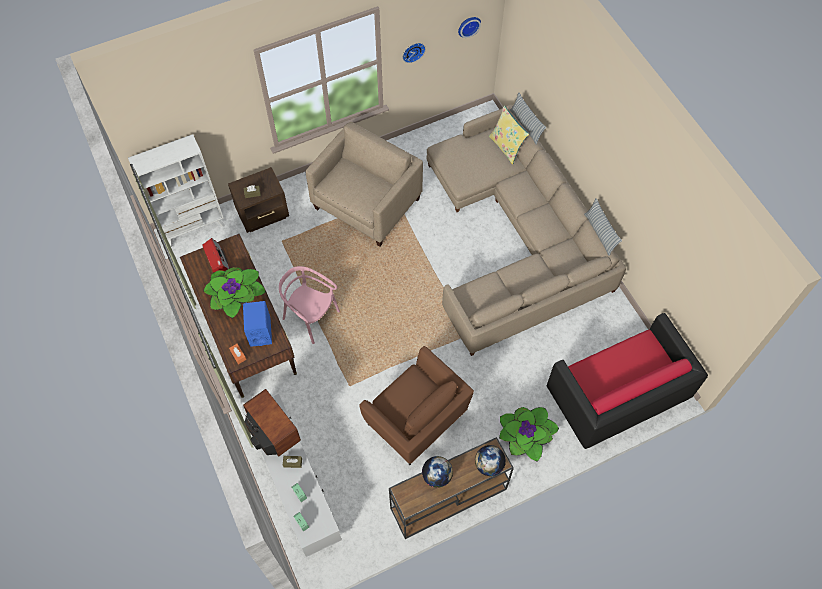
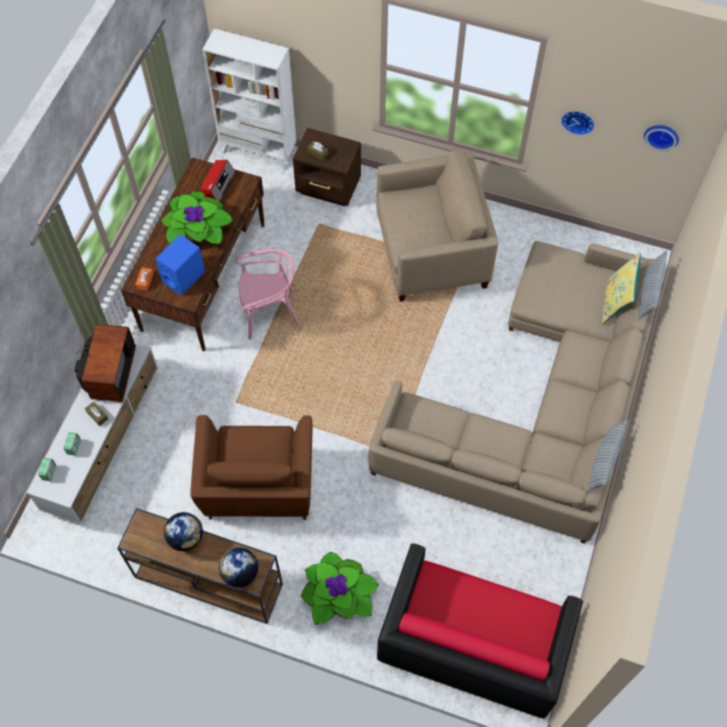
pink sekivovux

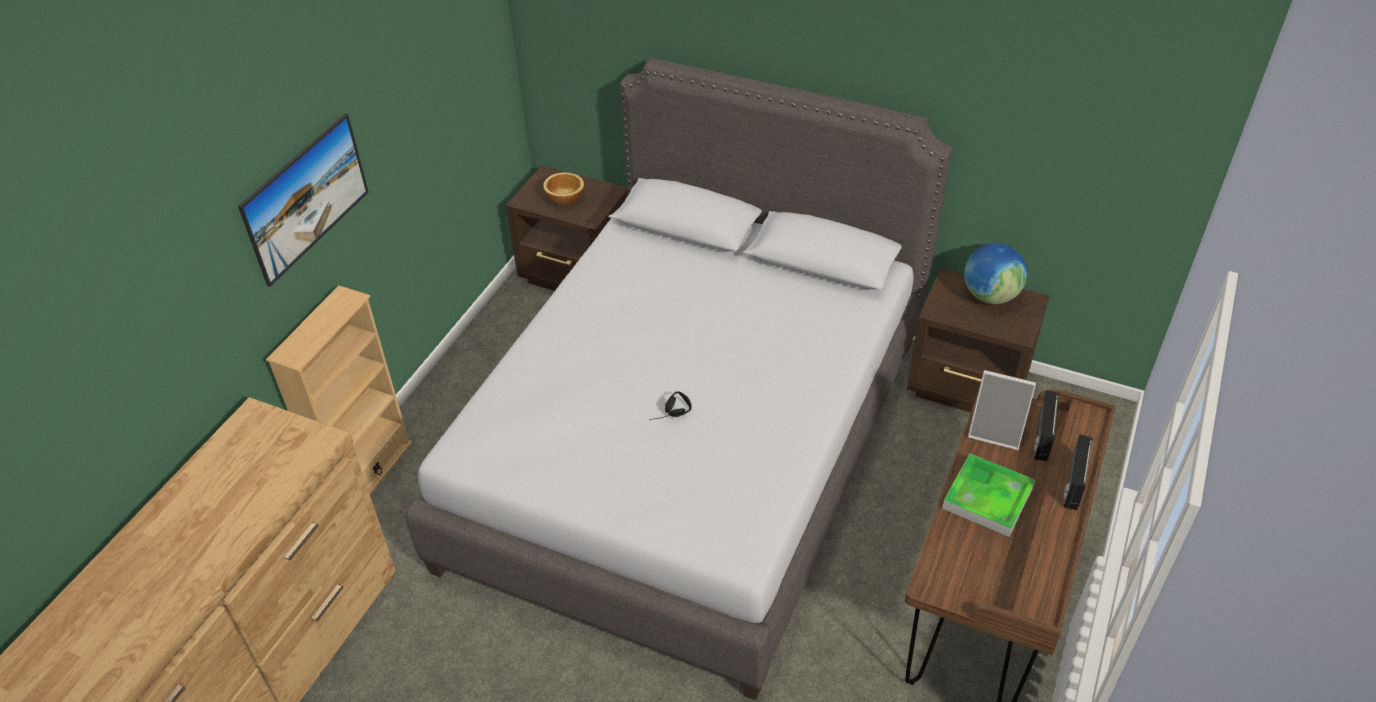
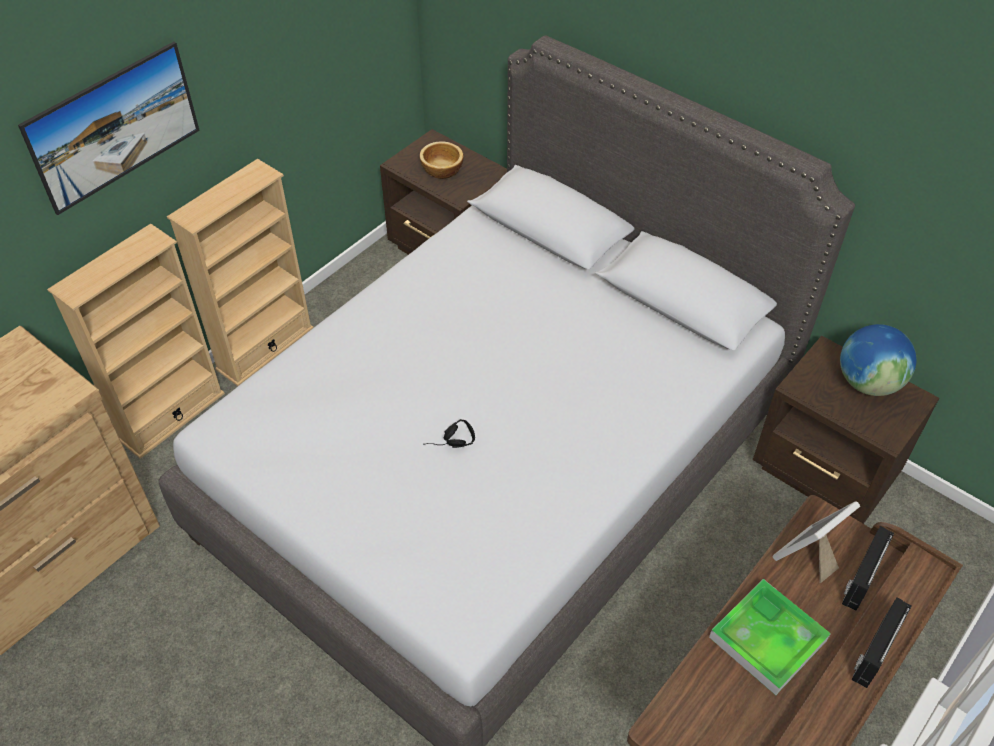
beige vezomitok (2nd from left); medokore

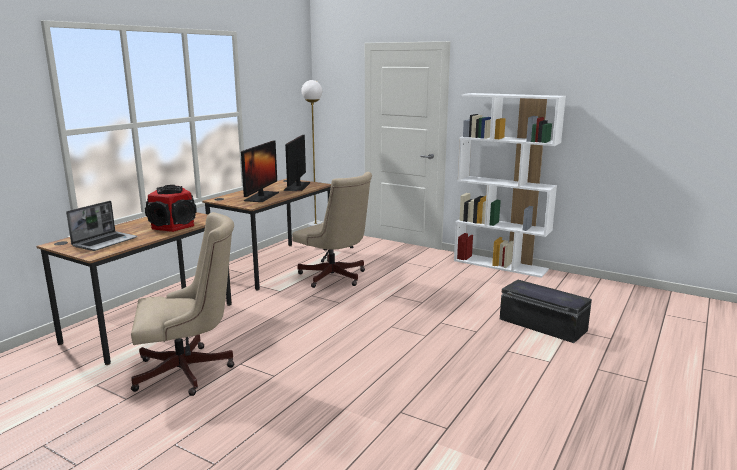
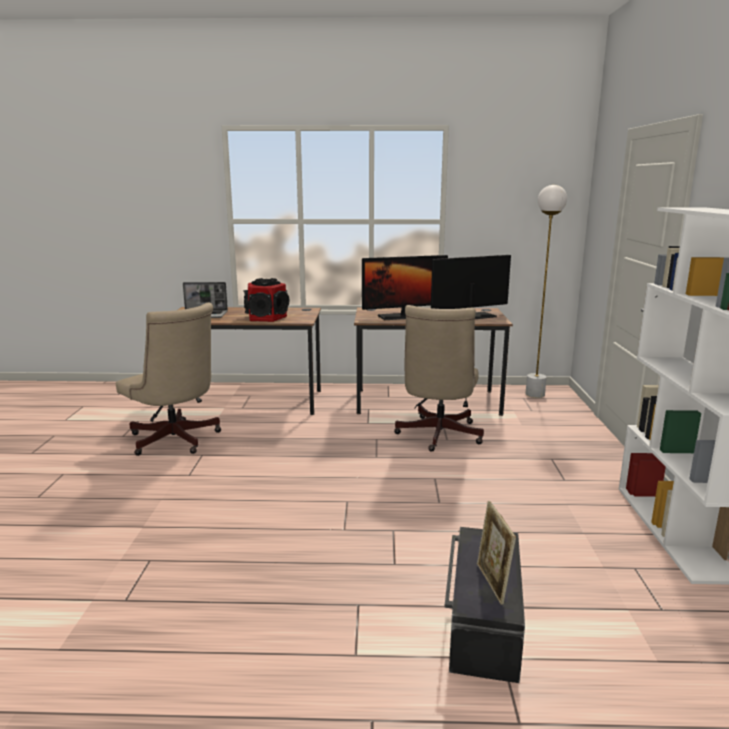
medokore

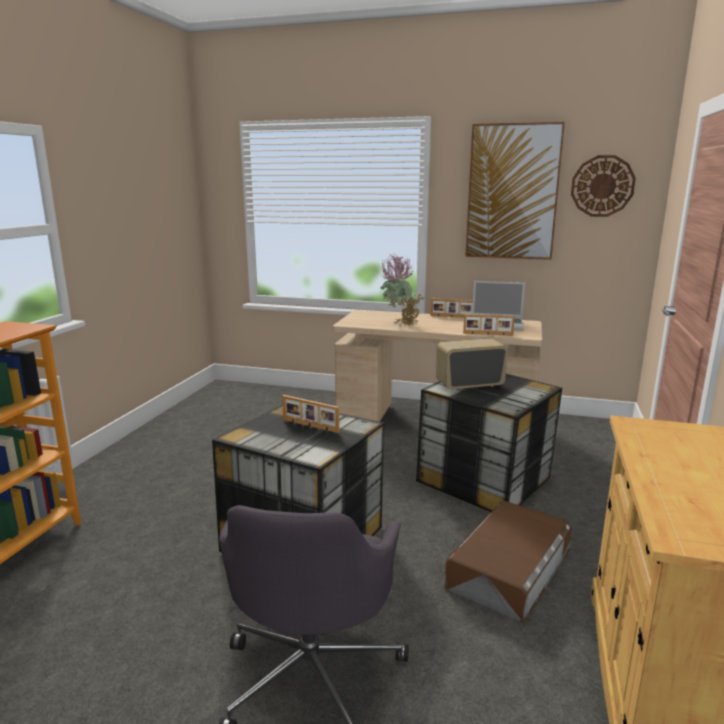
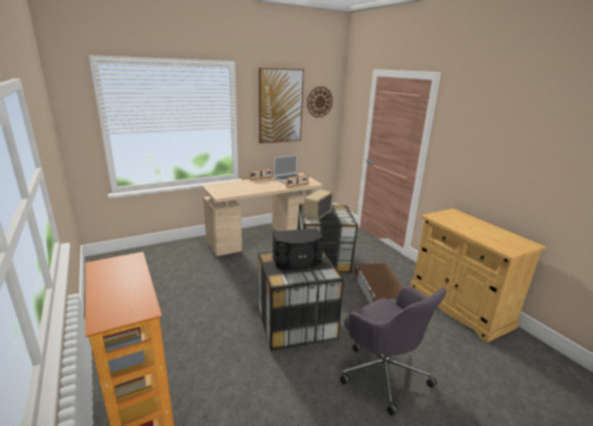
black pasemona; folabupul

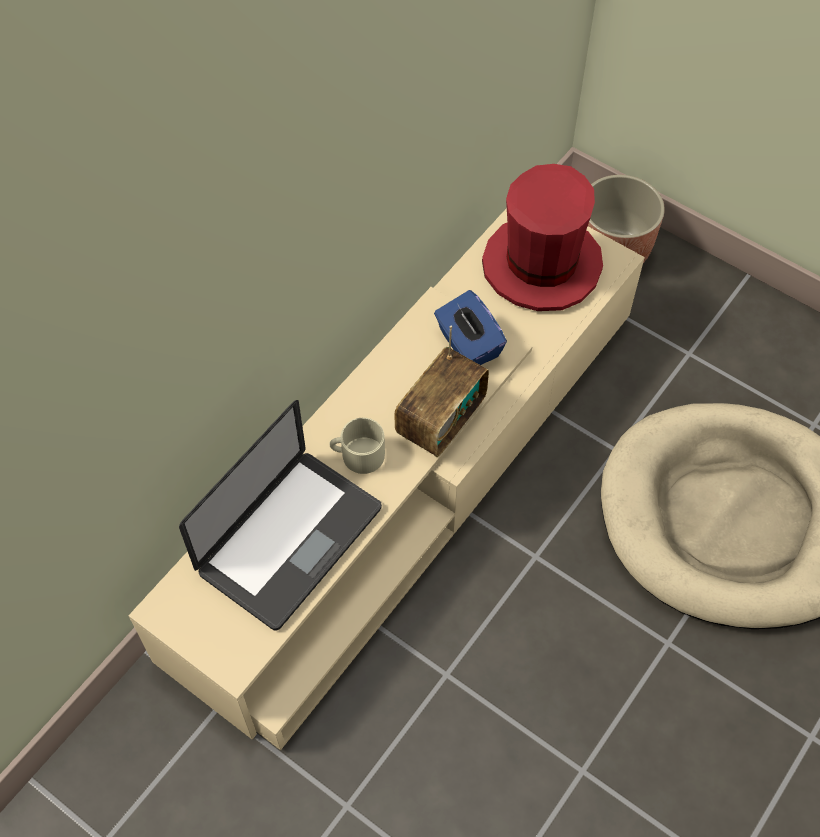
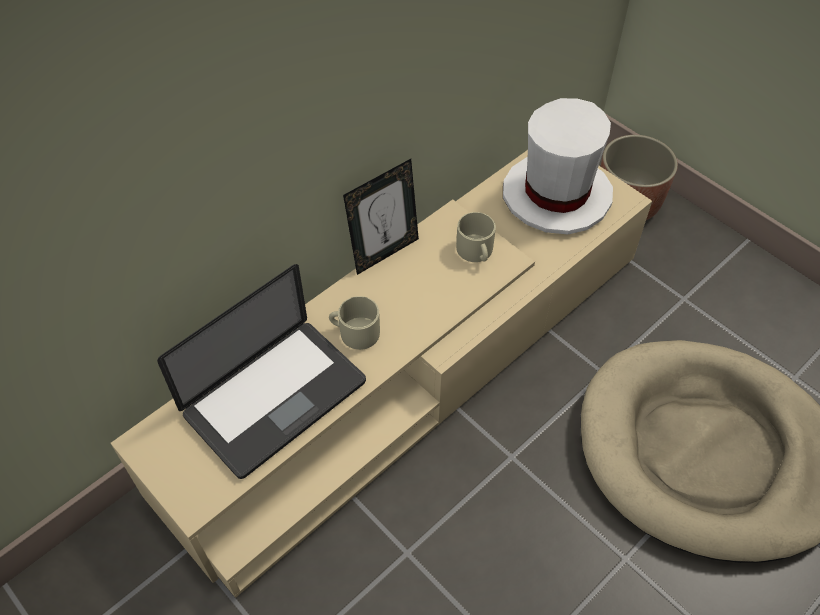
medokore; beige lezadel (2nd from left); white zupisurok; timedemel

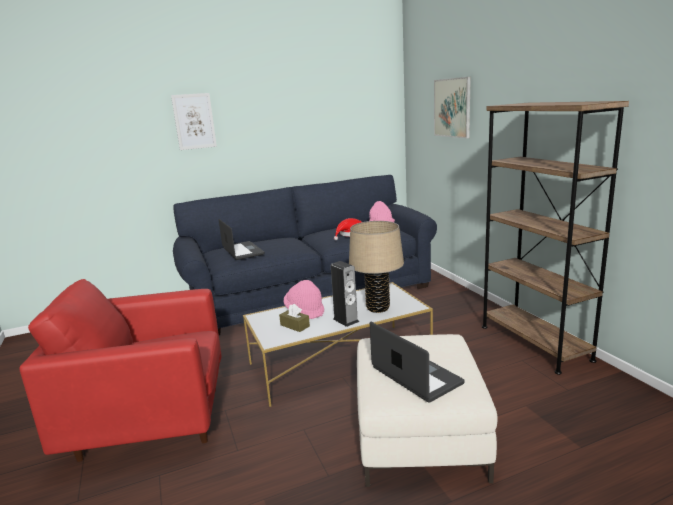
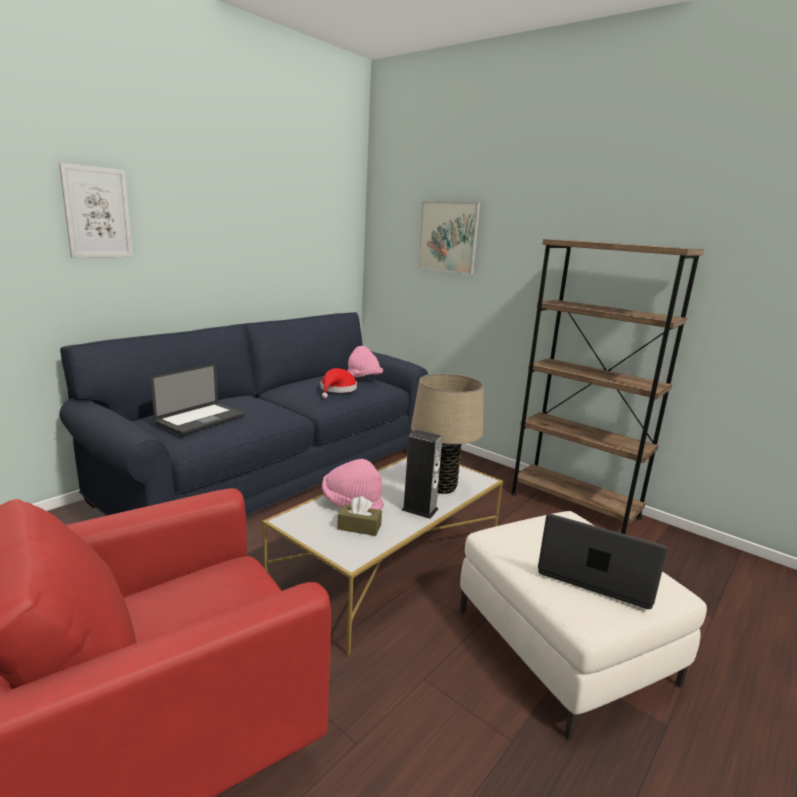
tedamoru (1st from left)

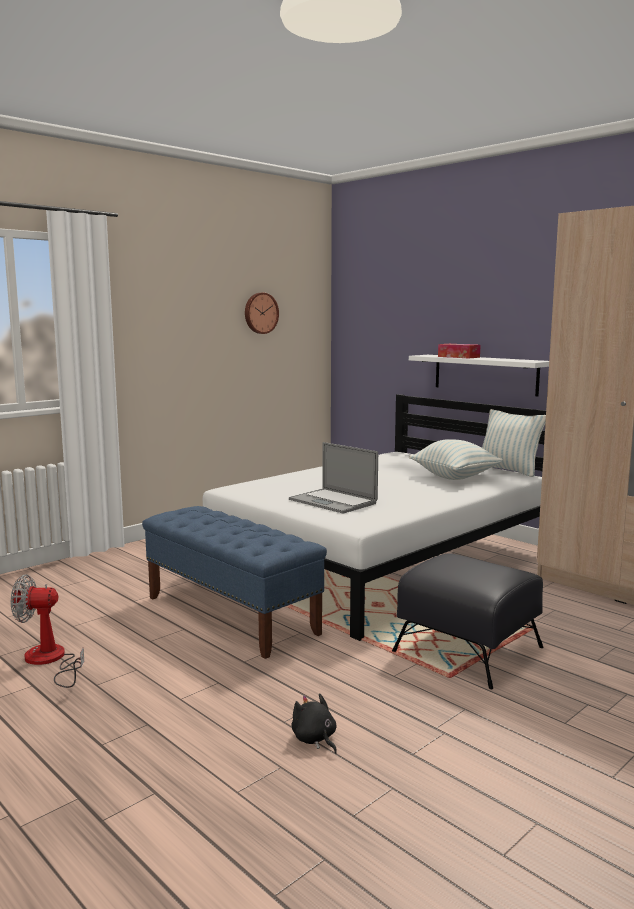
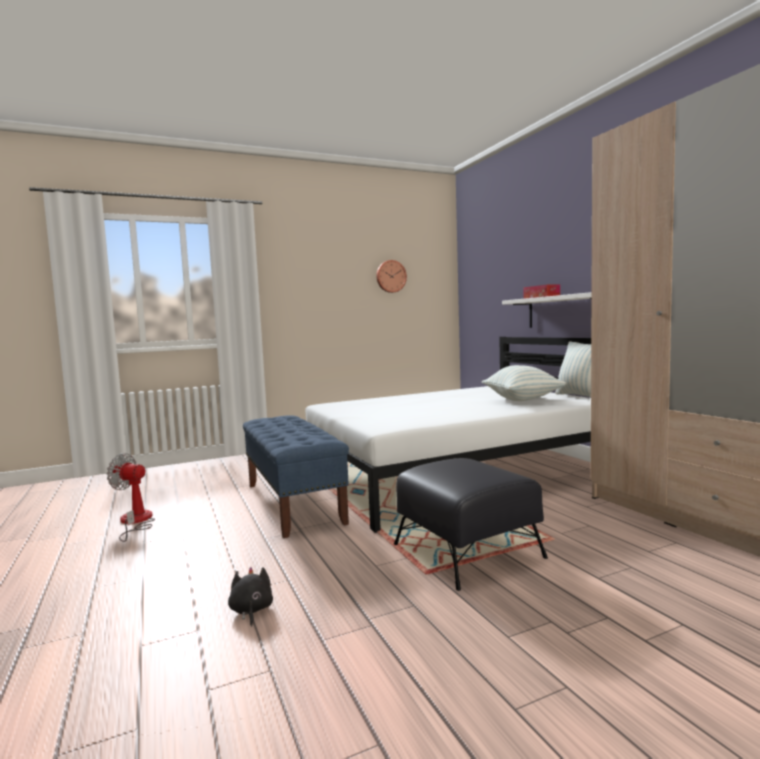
tedamoru

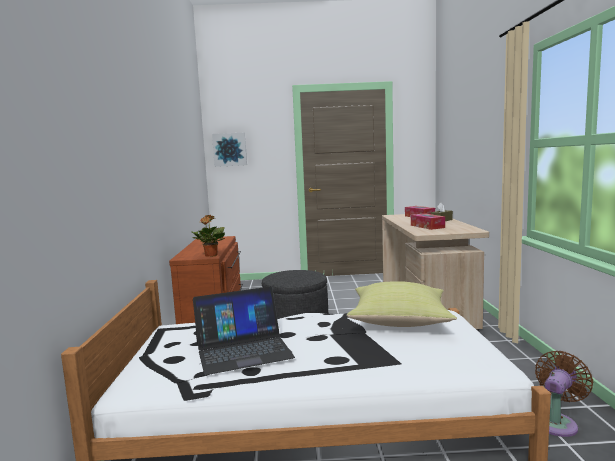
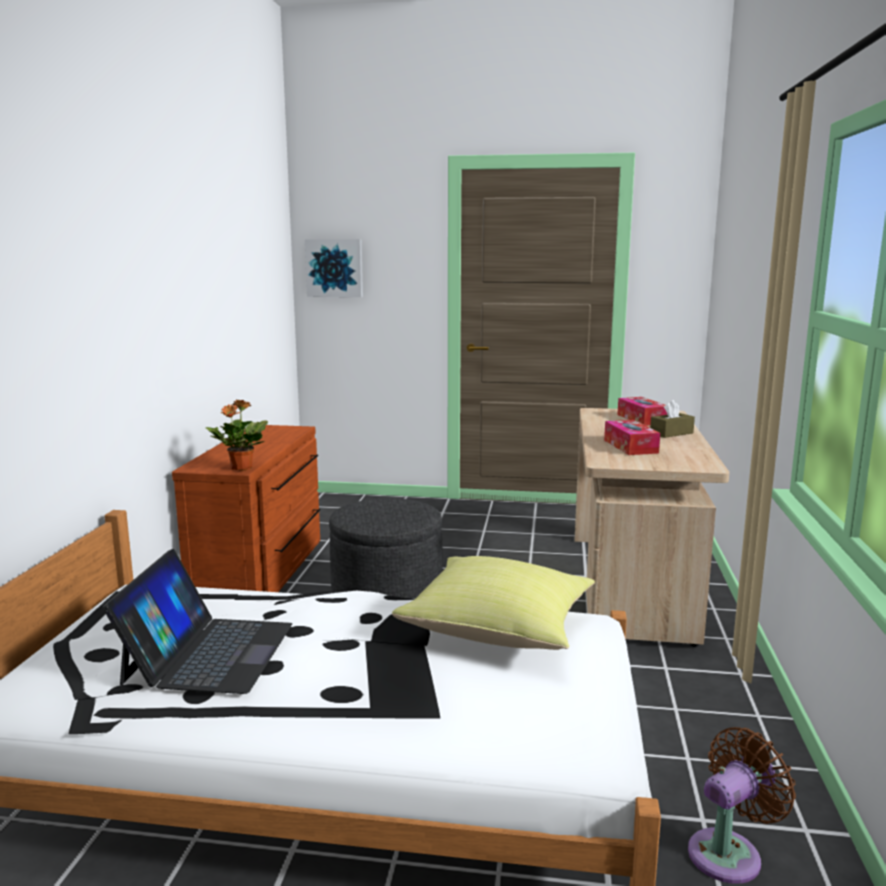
tedamoru

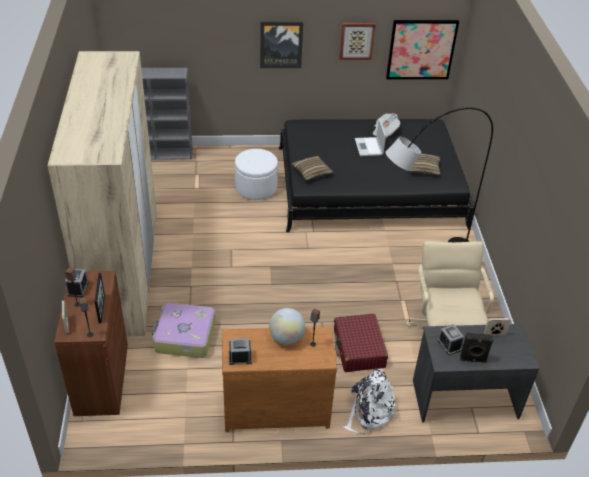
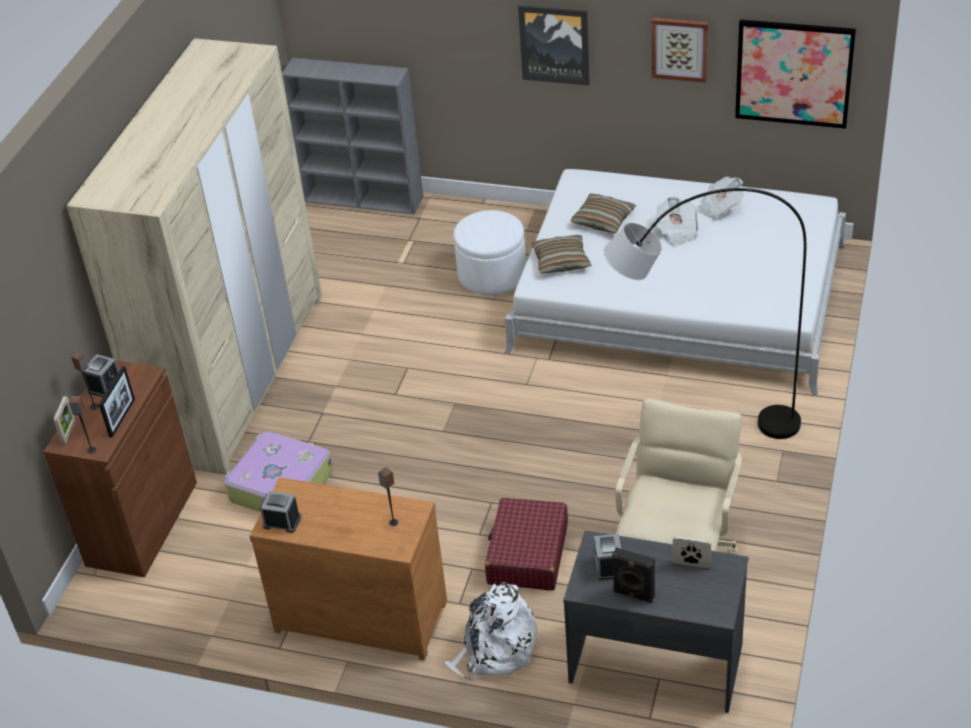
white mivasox; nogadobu (2nd from left); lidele (1st from left); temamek

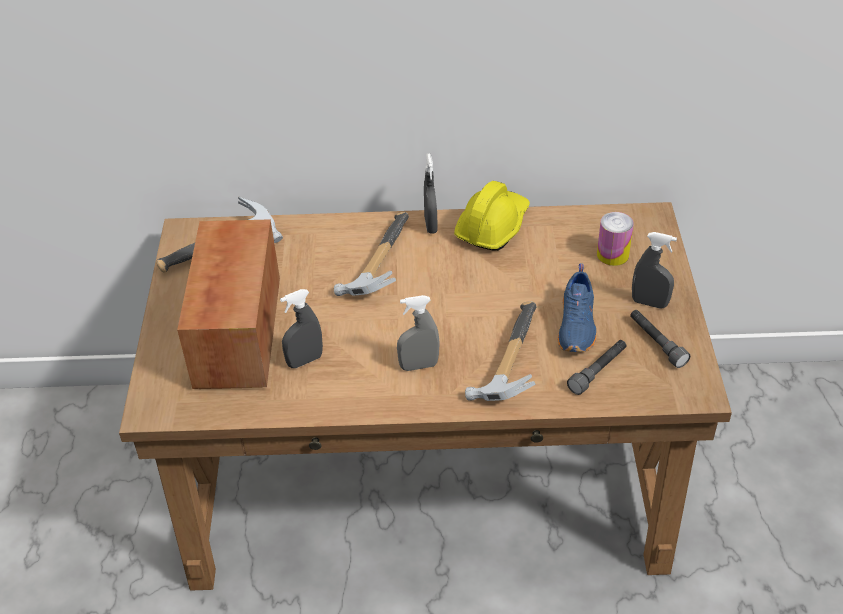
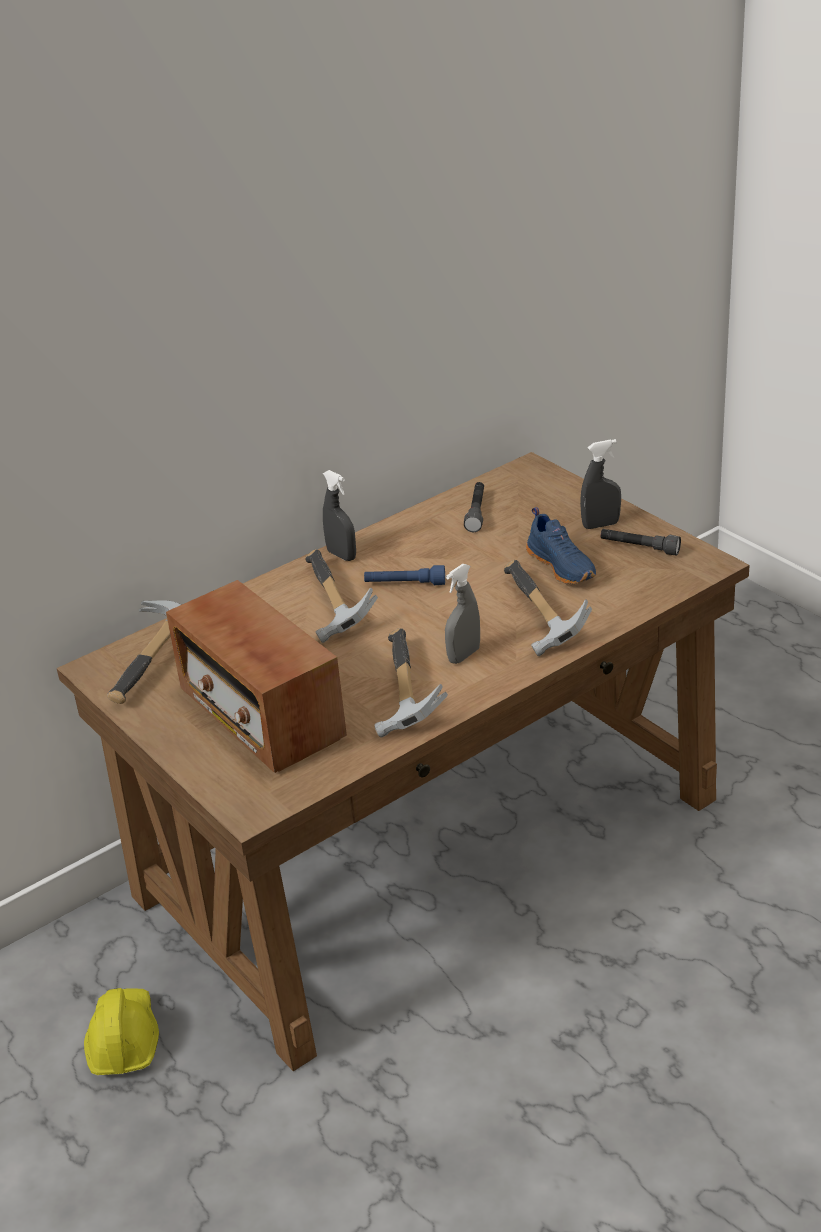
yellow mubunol; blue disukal; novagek (3rd from left); grey disukal (1st from left); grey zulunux (1st from left in the first image); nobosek

